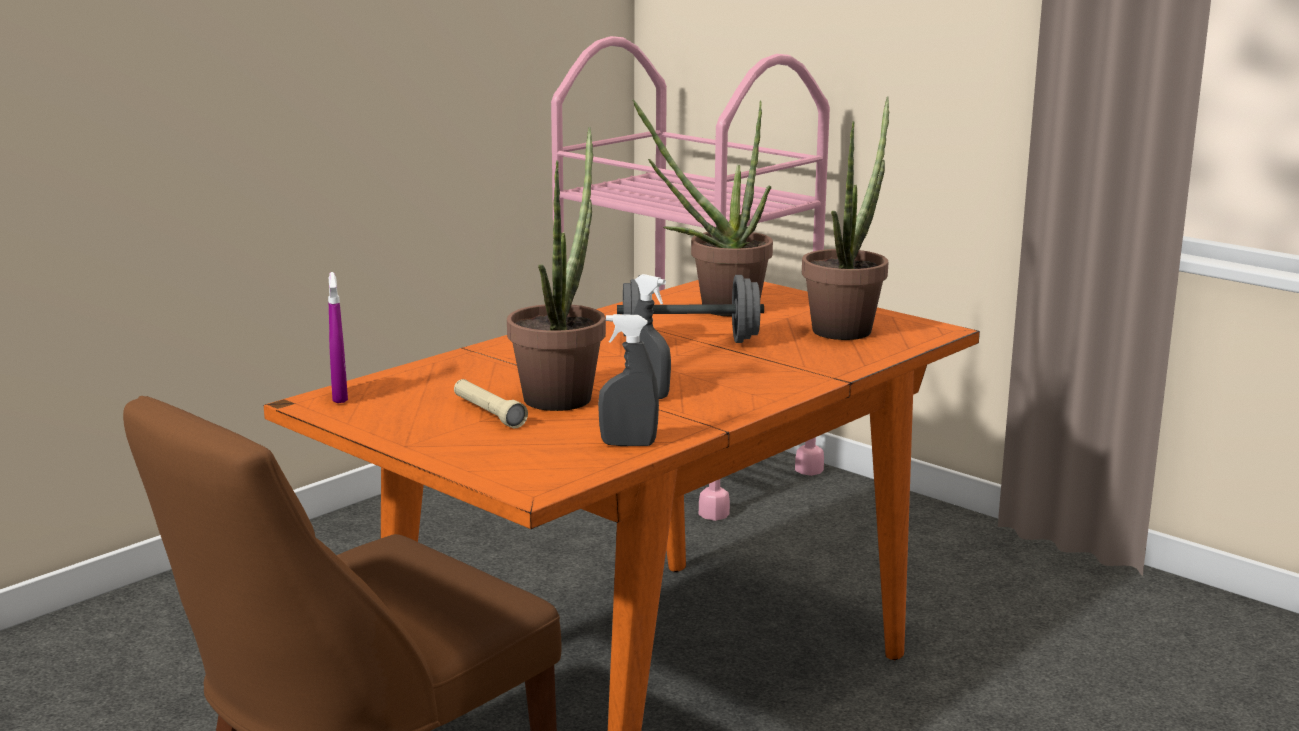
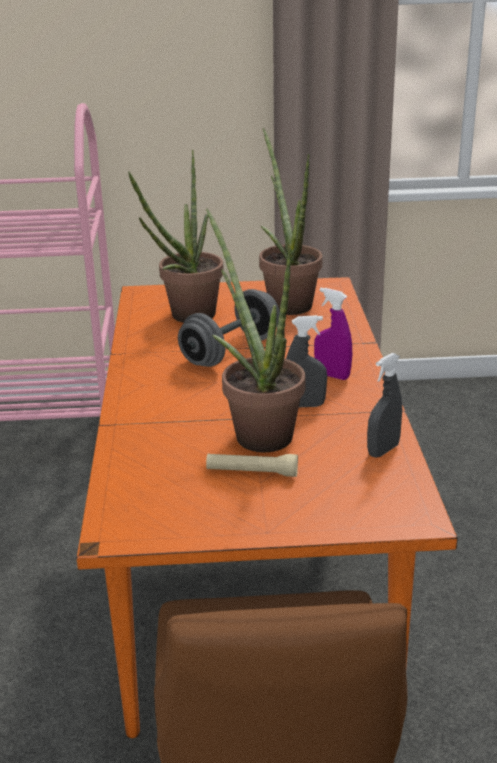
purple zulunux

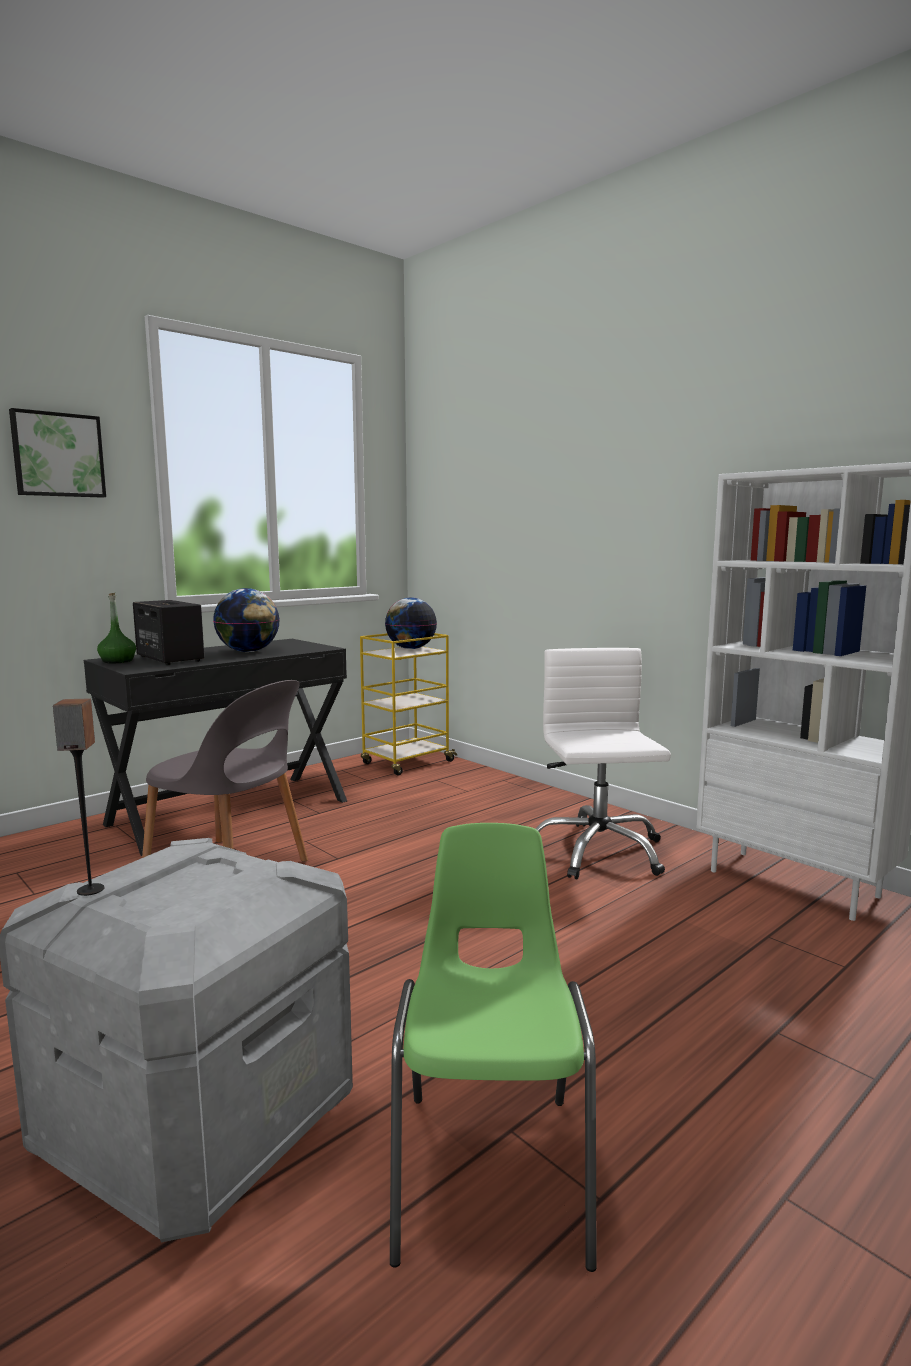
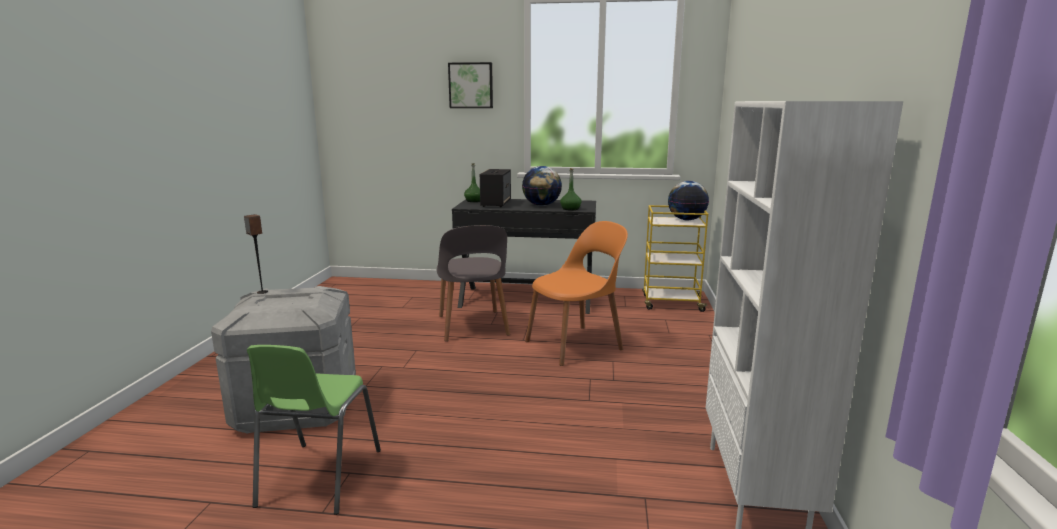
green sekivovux; orange sekivovux; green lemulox (2nd from left); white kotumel

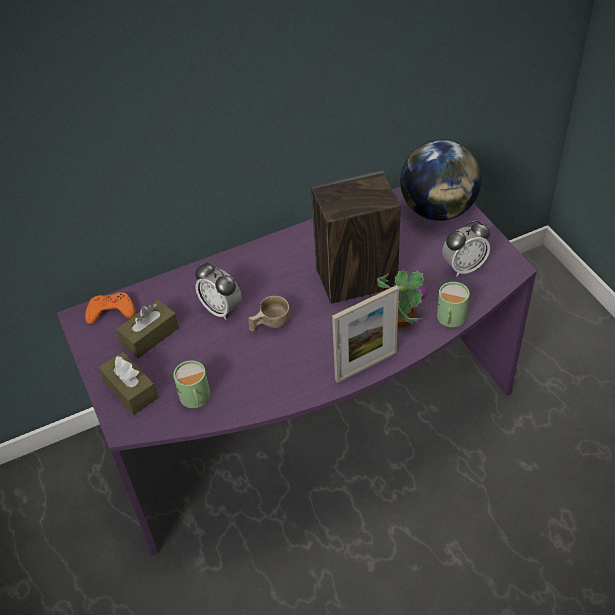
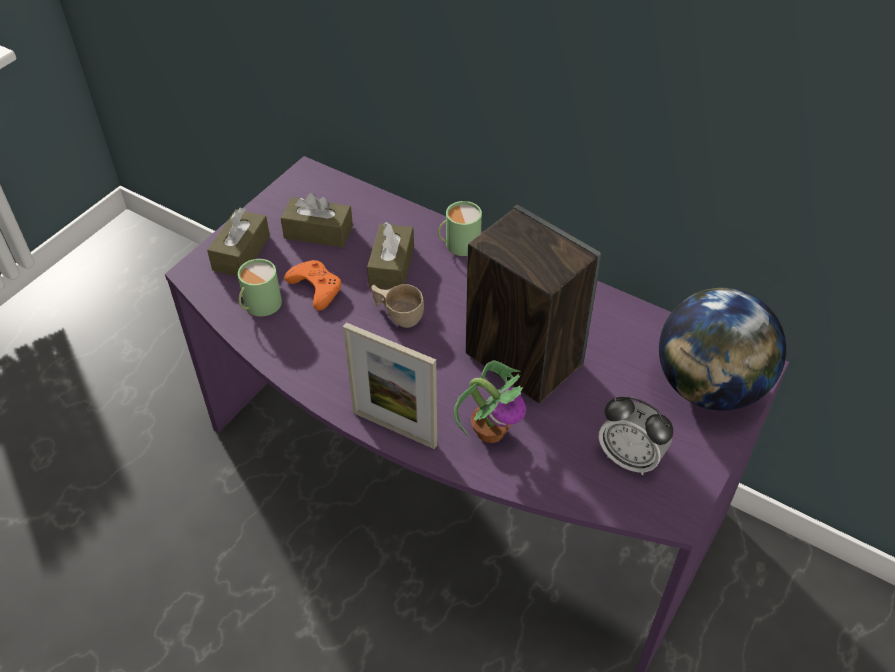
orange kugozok; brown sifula (3rd from left); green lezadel (2nd from left)

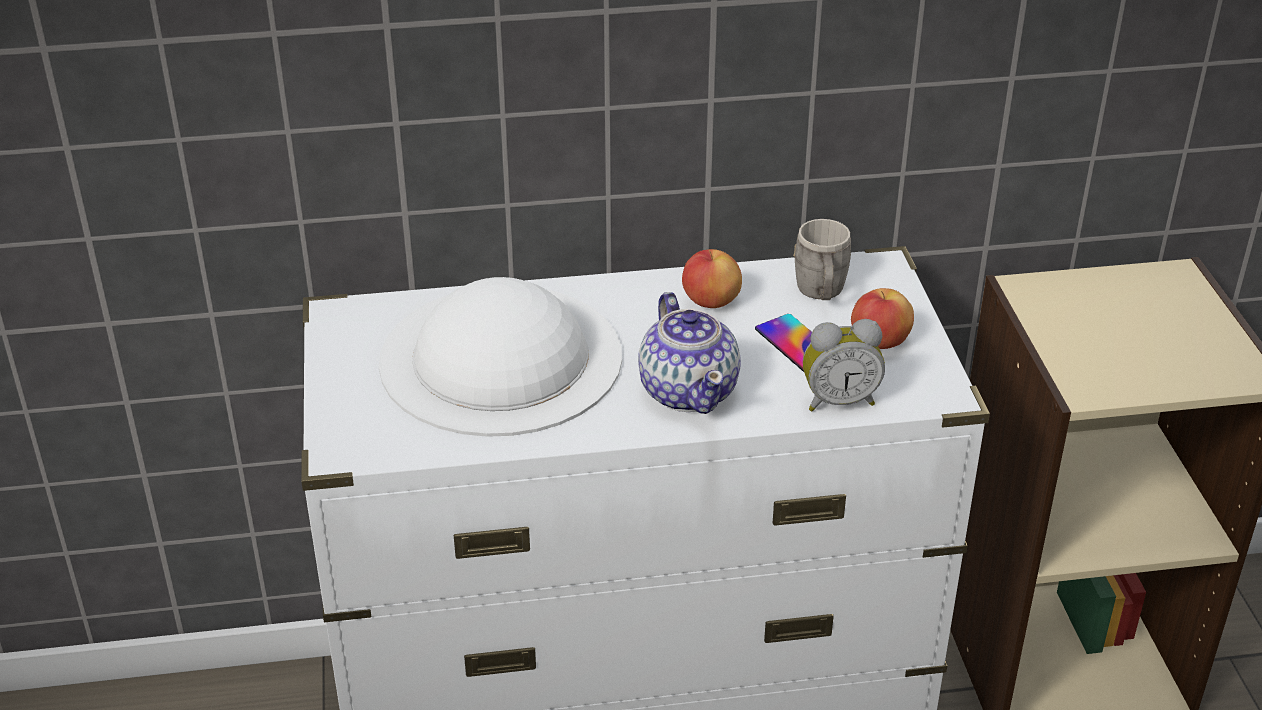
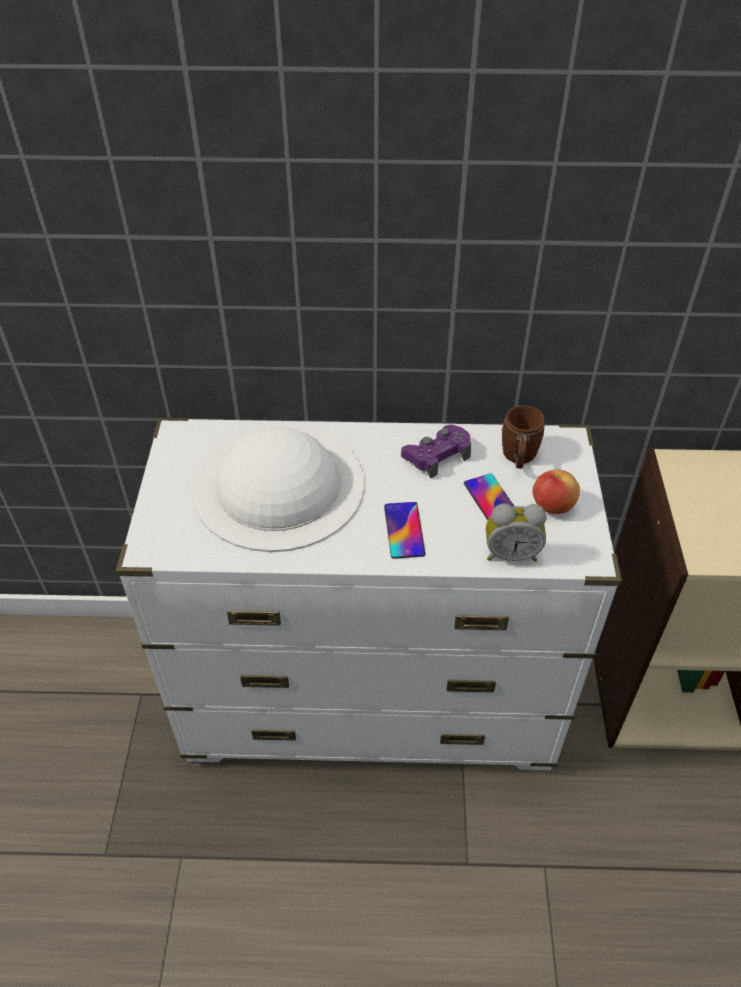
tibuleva (1st from left); purple kugozok; brown lezadel

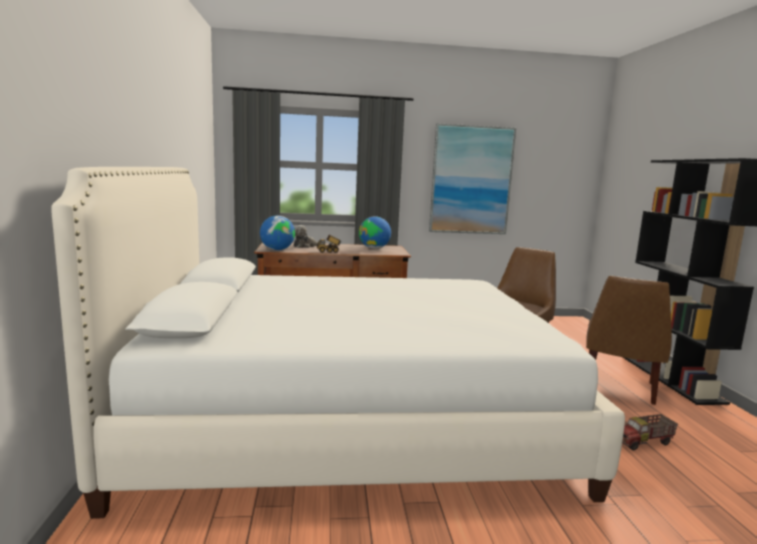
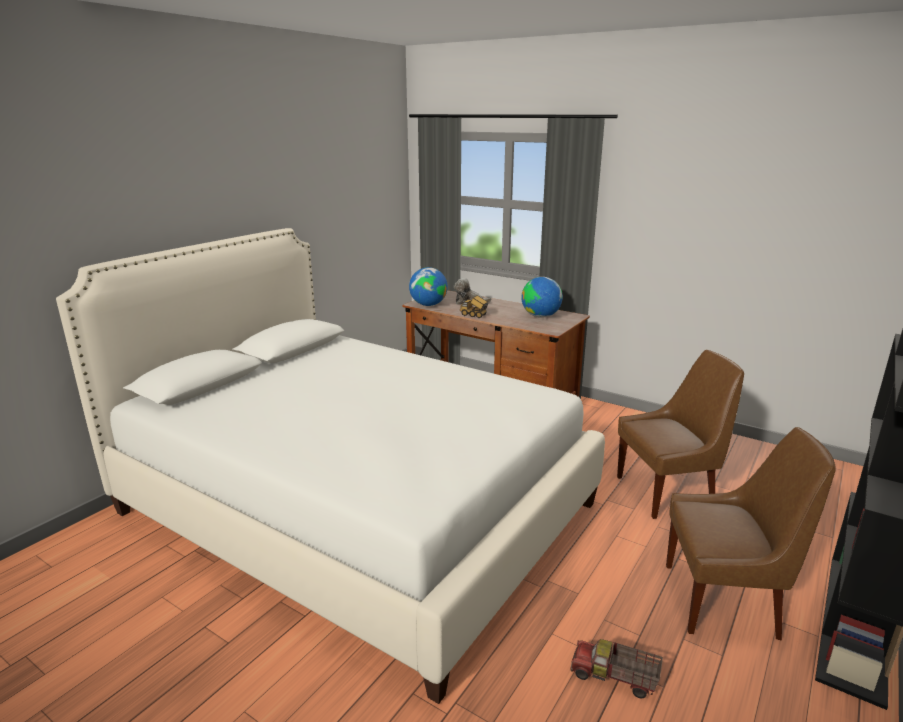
brown sekivovux (2nd from left); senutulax

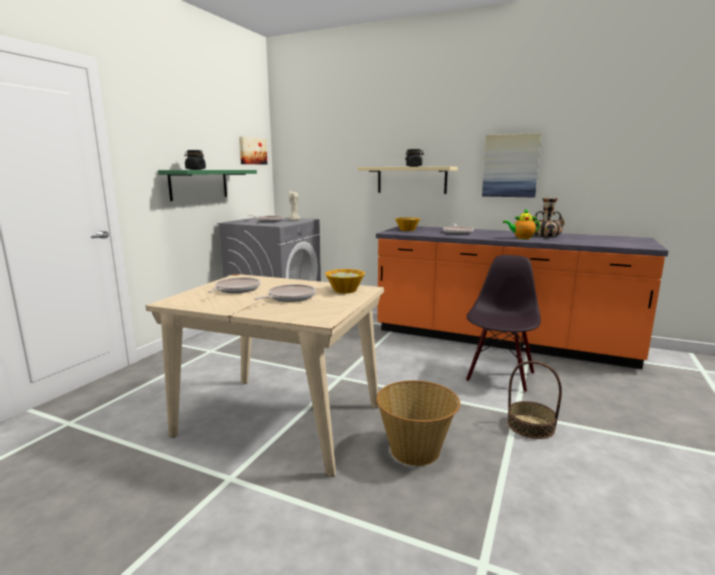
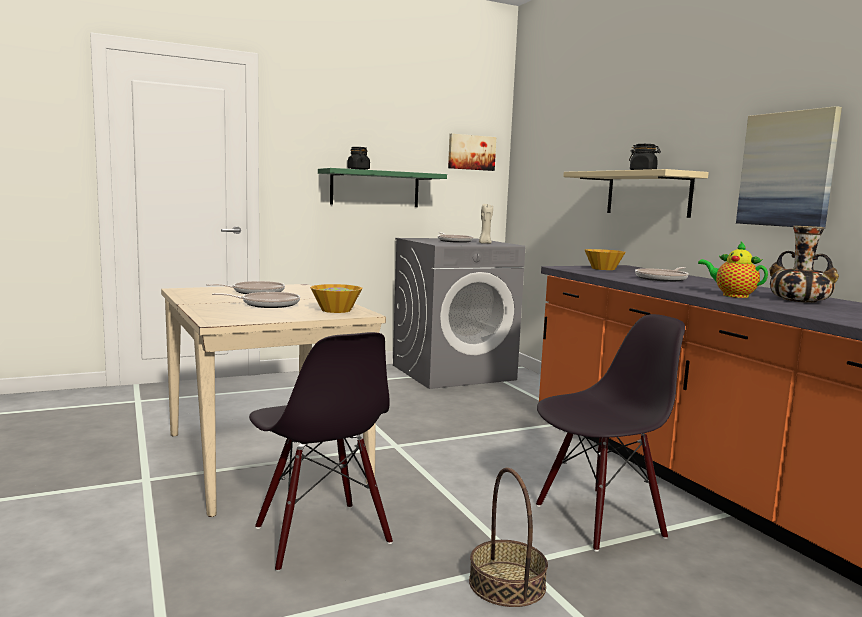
black sekivovux (1st from left)

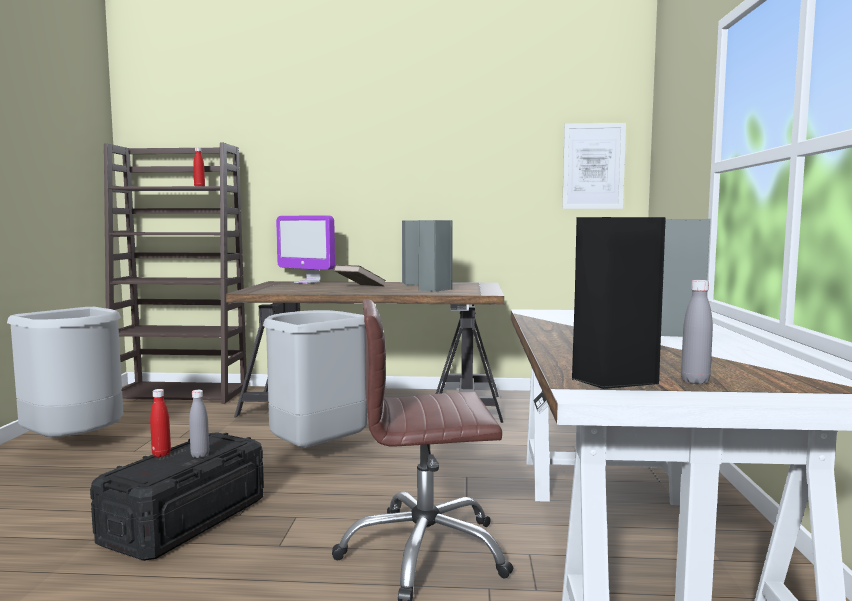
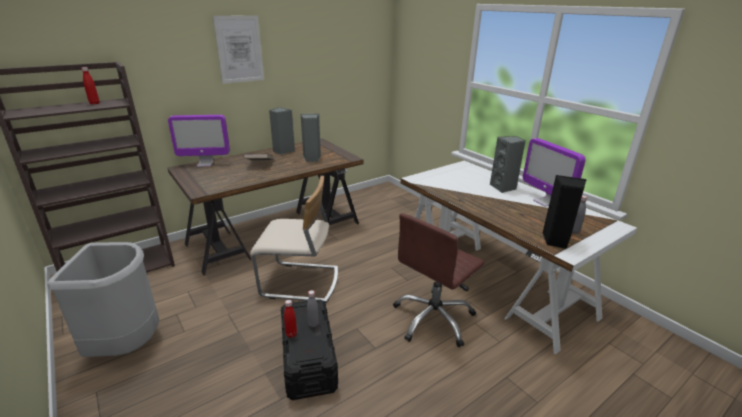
senutulax; beige sekivovux; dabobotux (2nd from left)

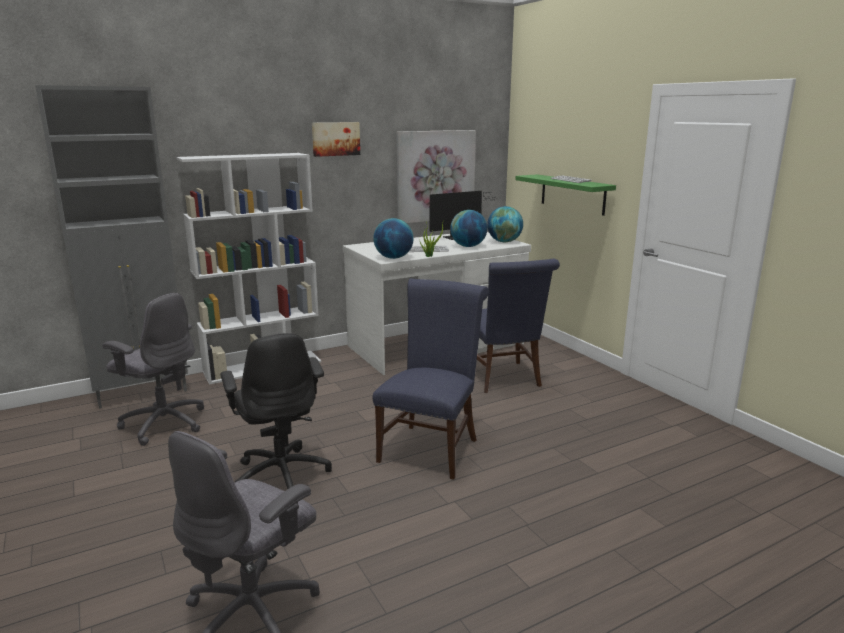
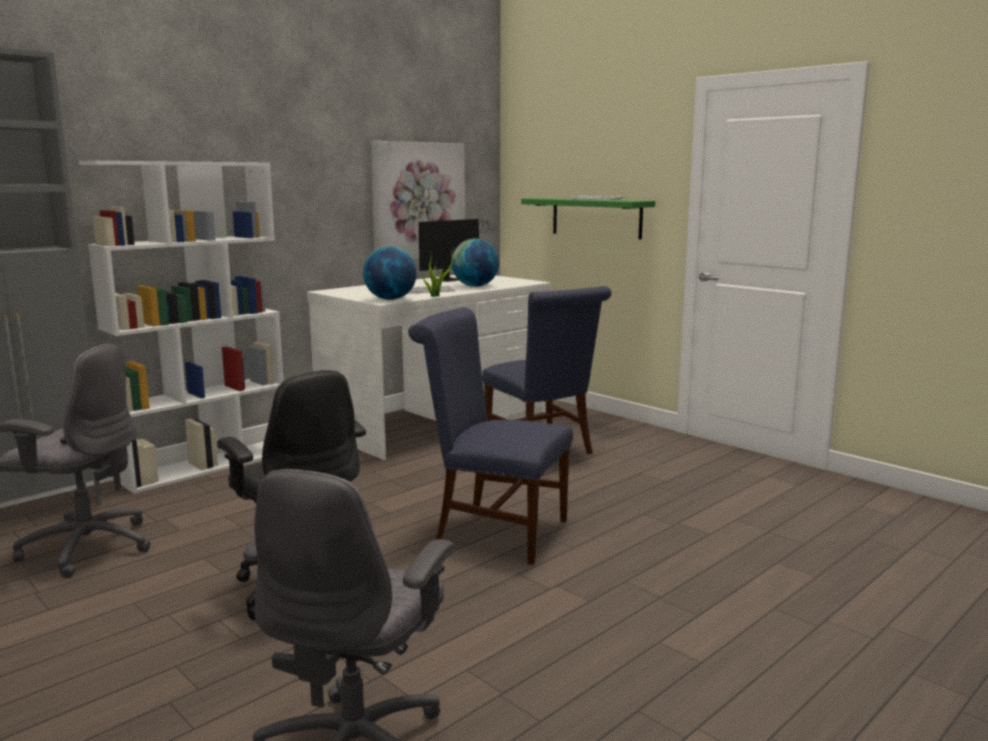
blue sekivovux (1st from left); senutulax (1st from left in the first image); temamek (3rd from left in the first image)

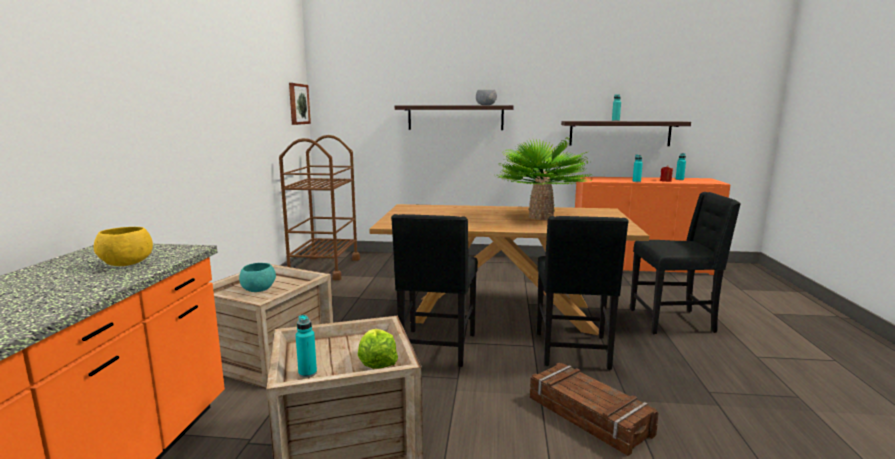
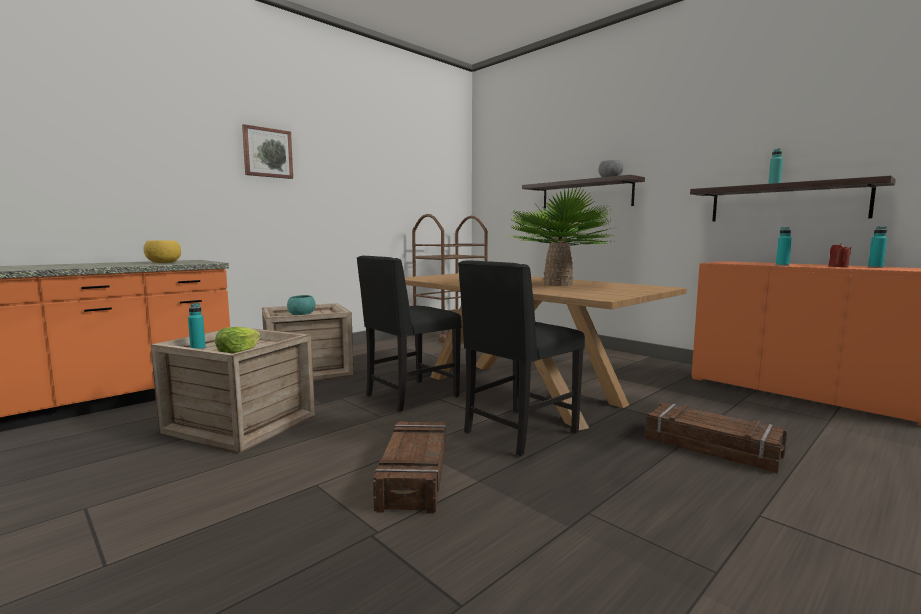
senutulax; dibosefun (4th from left)

